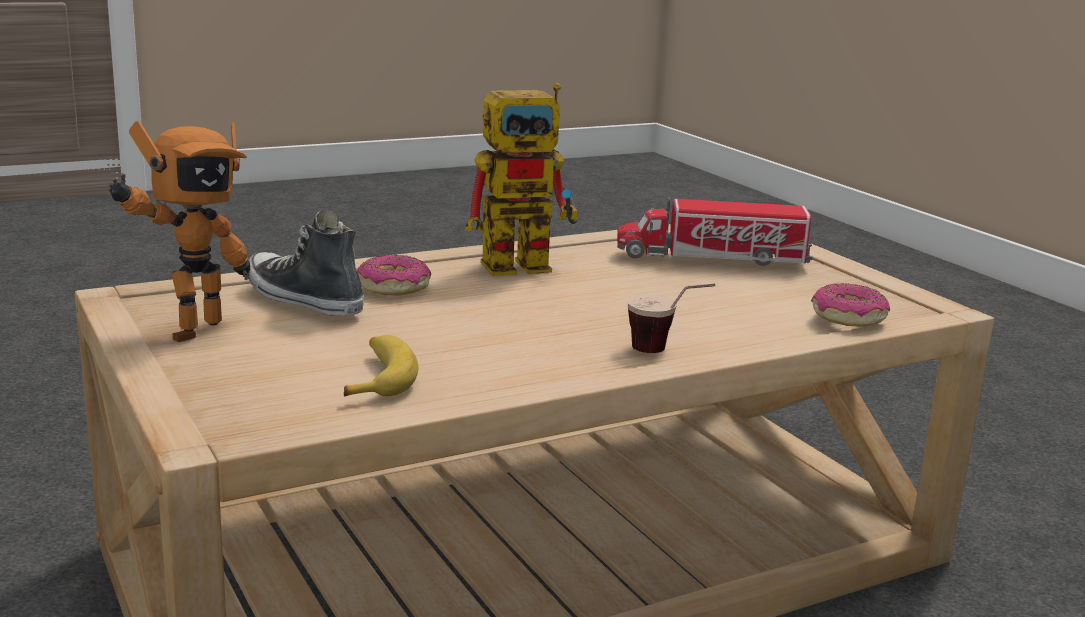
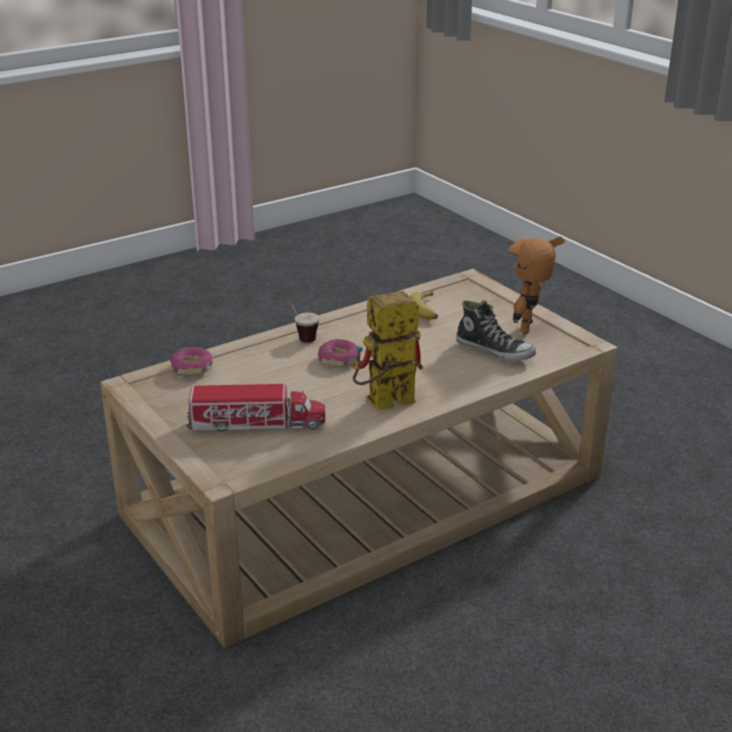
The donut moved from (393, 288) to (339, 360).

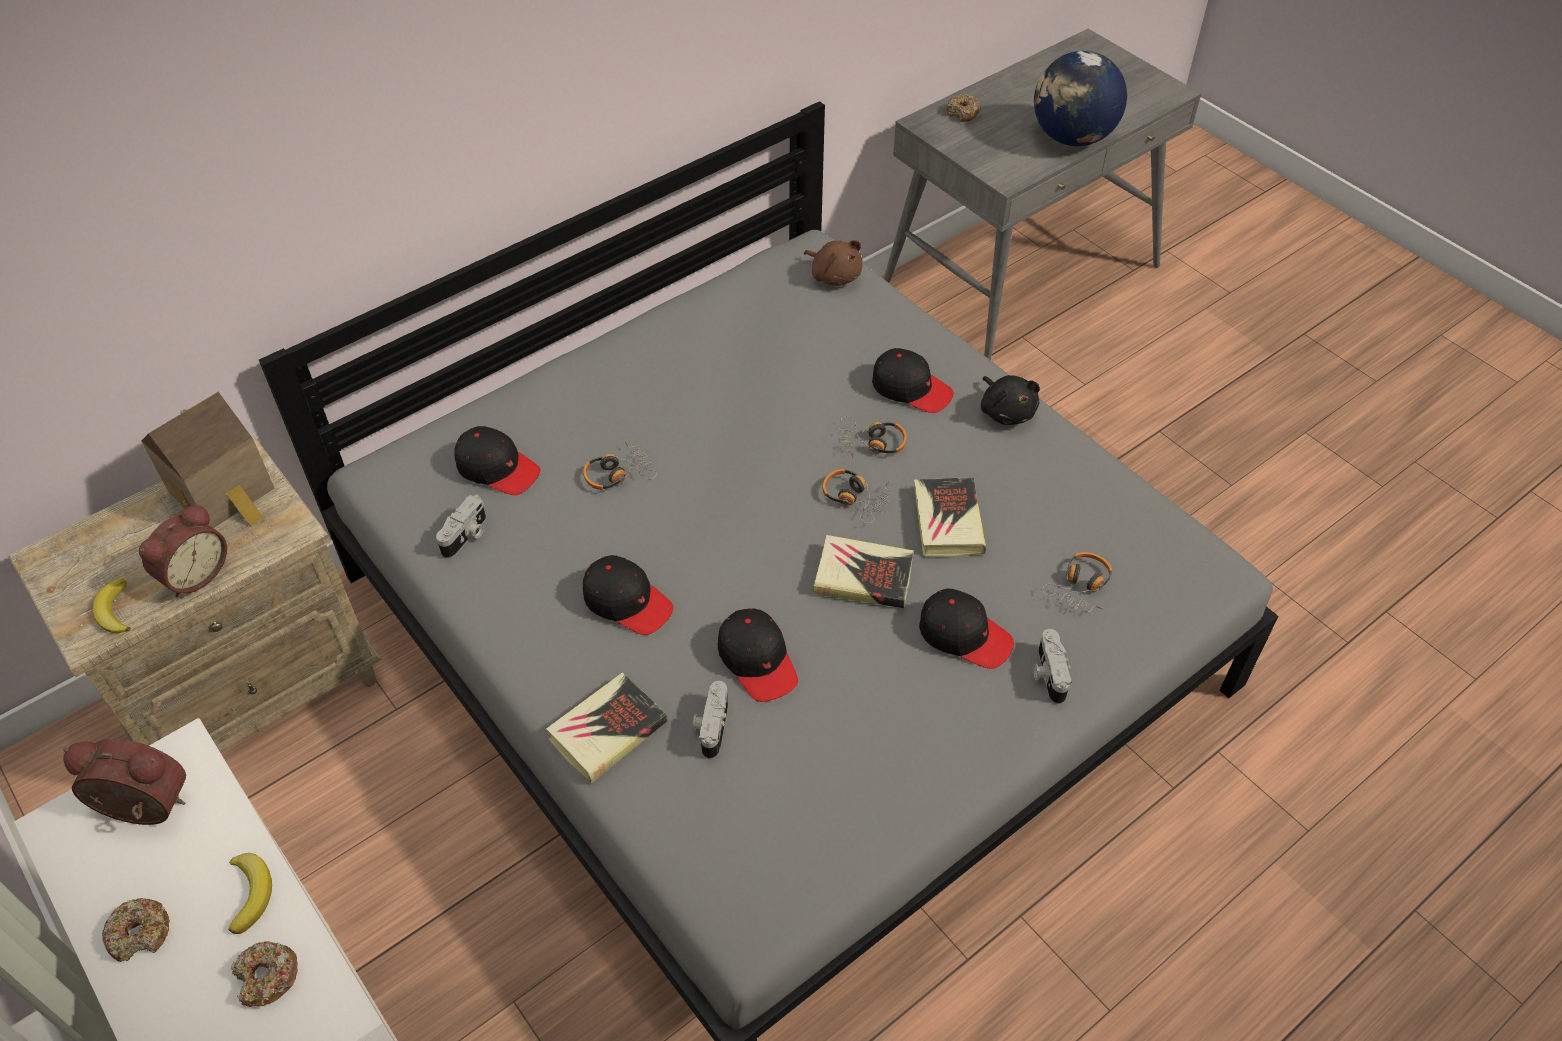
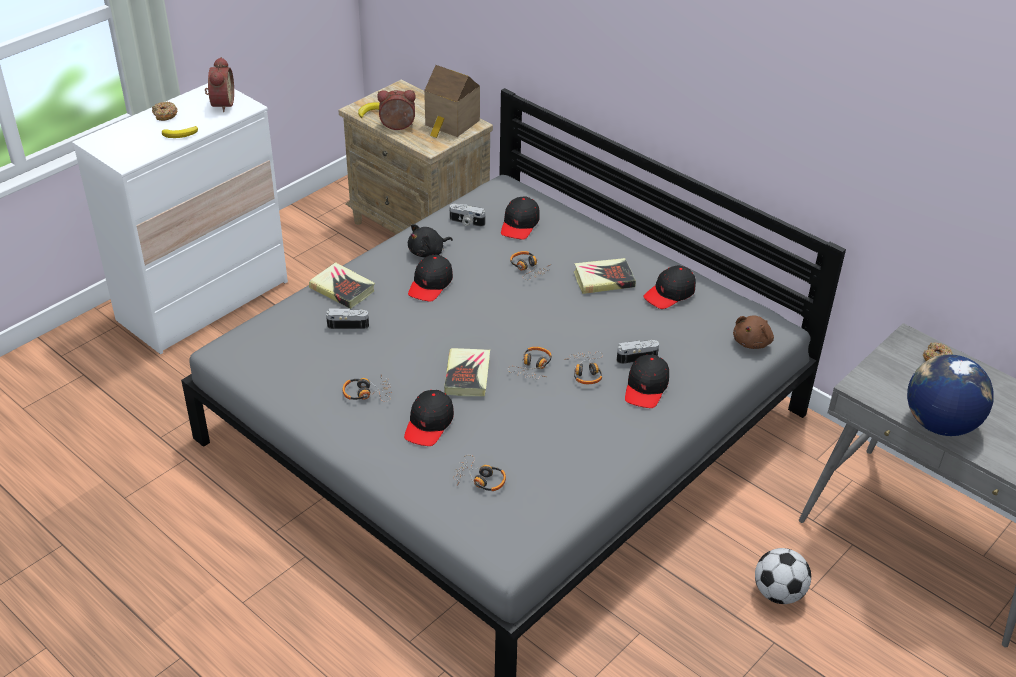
The donut at (267, 978) disappeared. The słuchawki at (367, 393) appeared. The piłka futbolowa at (778, 593) appeared. The czapka z daszkiem (czarny) moved from (758, 660) to (670, 293). The książka moved from (947, 521) to (603, 279). The pluszak (czarny) moved from (1006, 411) to (428, 252). The aparat fotograficzny moved from (1048, 674) to (636, 357). The budzik at (194, 573) turned 150 degrees clockwise.

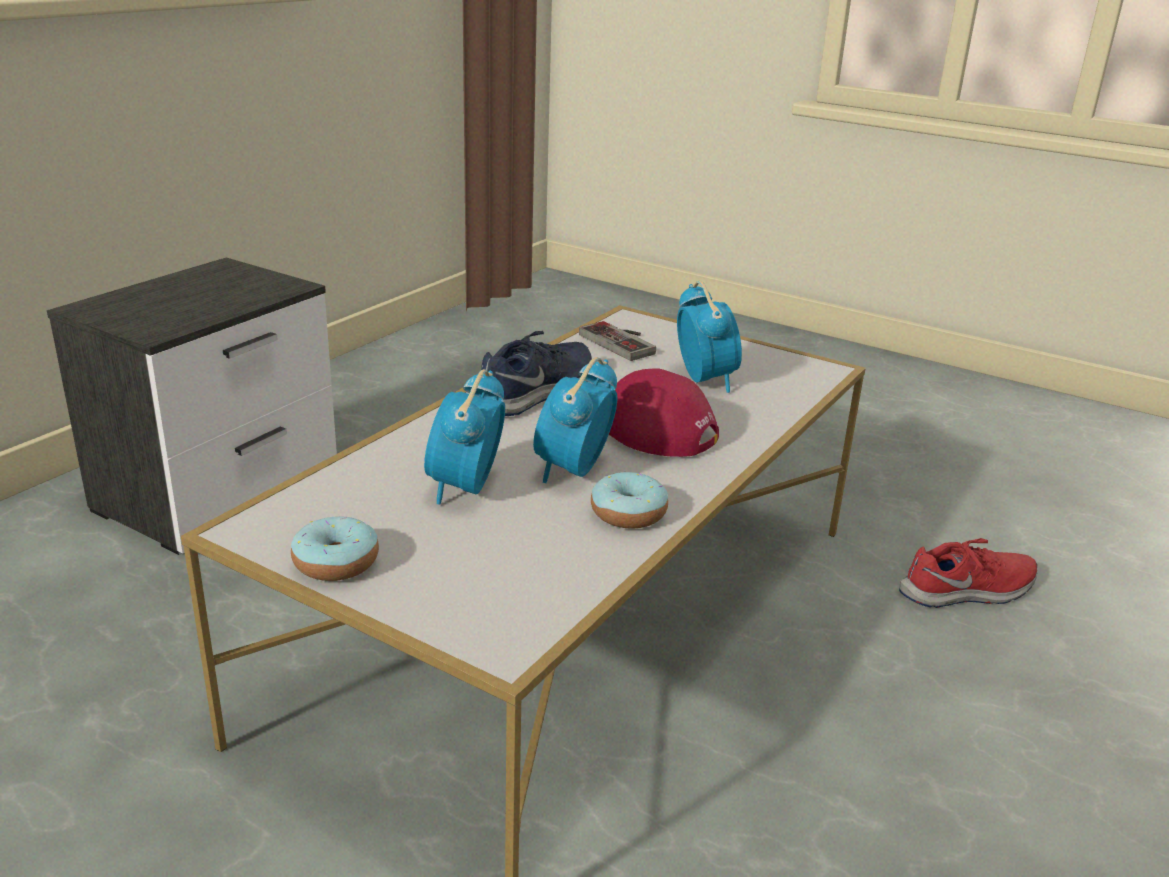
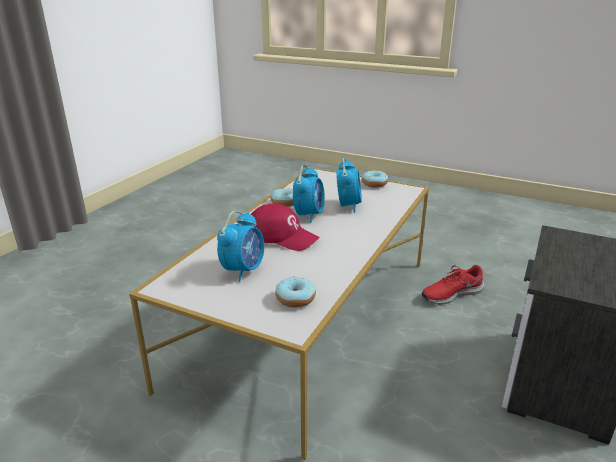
The but (niebieski) at (538, 392) disappeared. The but (czerwony) moved from (969, 591) to (451, 294). The pad do gier at (624, 342) was replaced by the donut at (295, 298). The budzik at (704, 380) turned 135 degrees counterclockwise.

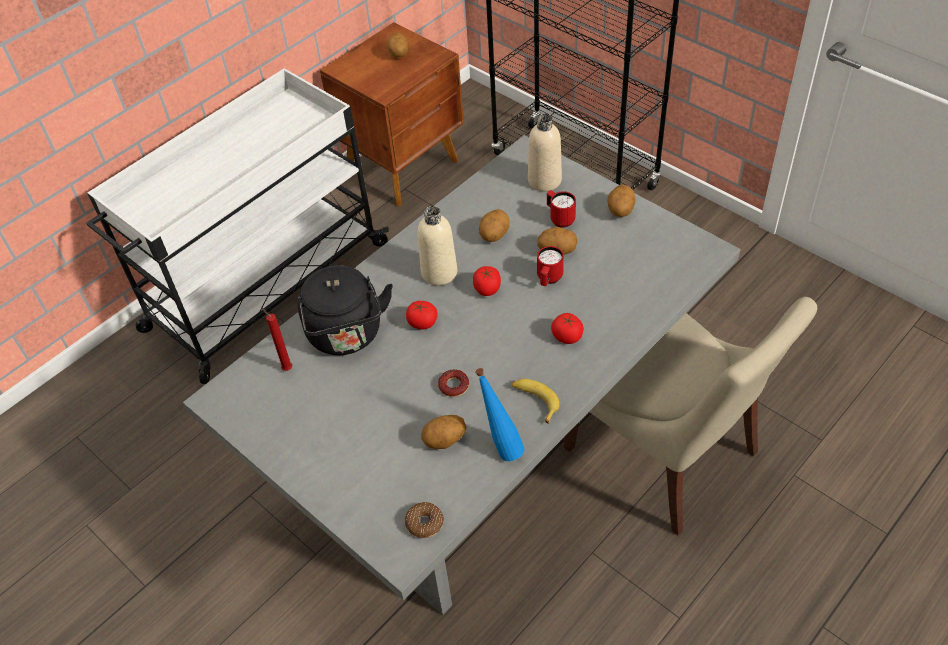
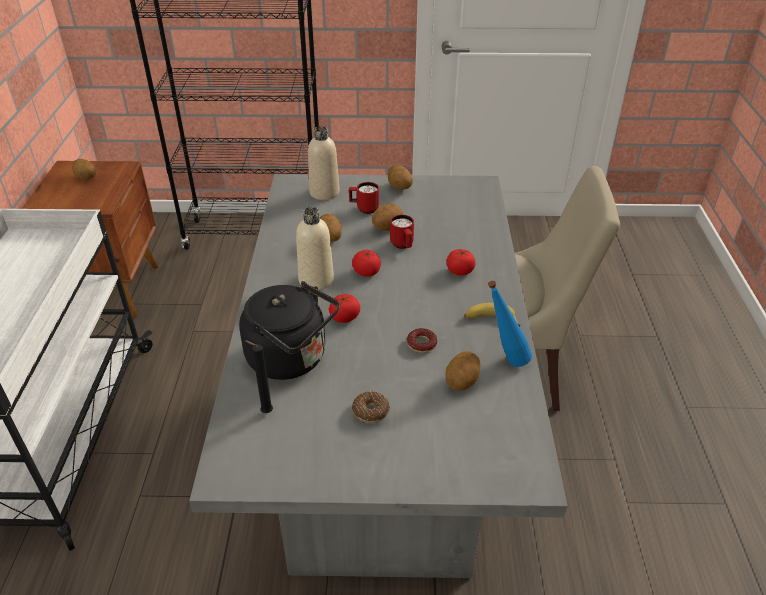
The donut moved from (424, 523) to (371, 411). The świeca (czerwony) at (286, 368) became the świeca (czarny) at (265, 412).

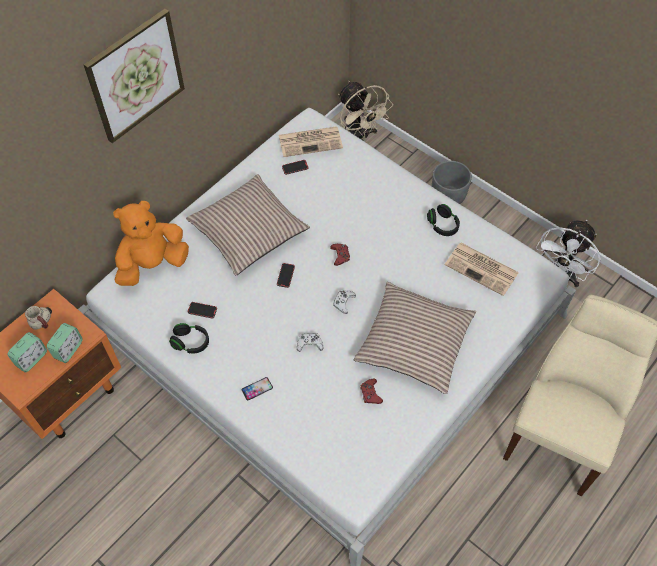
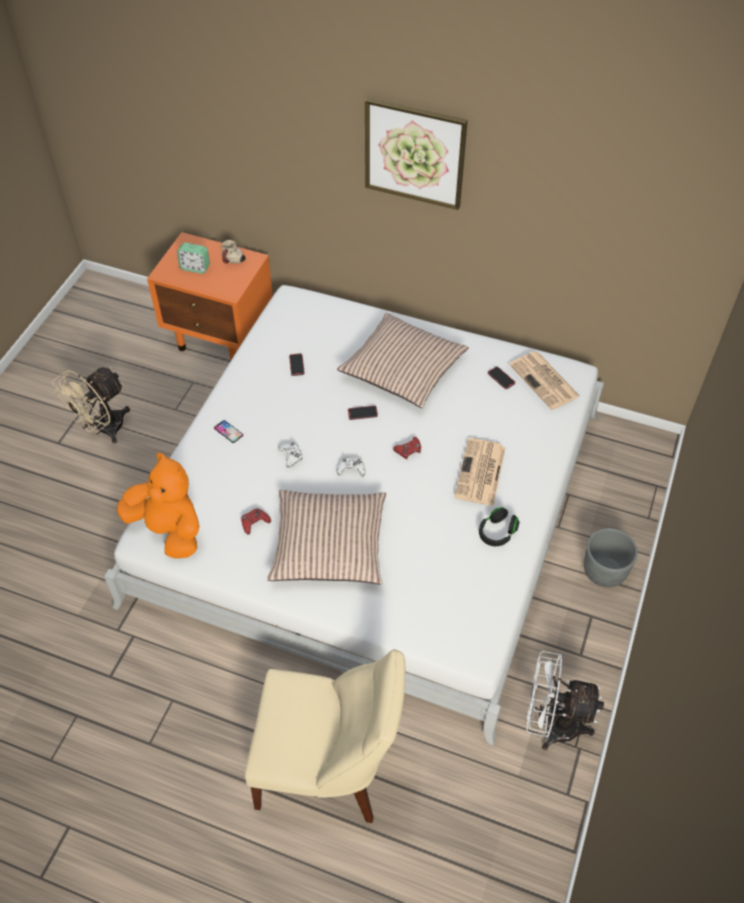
The budzik at (68, 349) disappeared. The słuchawki (czarny) at (191, 342) disappeared. The pluszak (pomarańczowy) moved from (152, 264) to (168, 530). The wentylator (beżowy) moved from (359, 136) to (103, 429). The gazeta moved from (482, 269) to (480, 473).

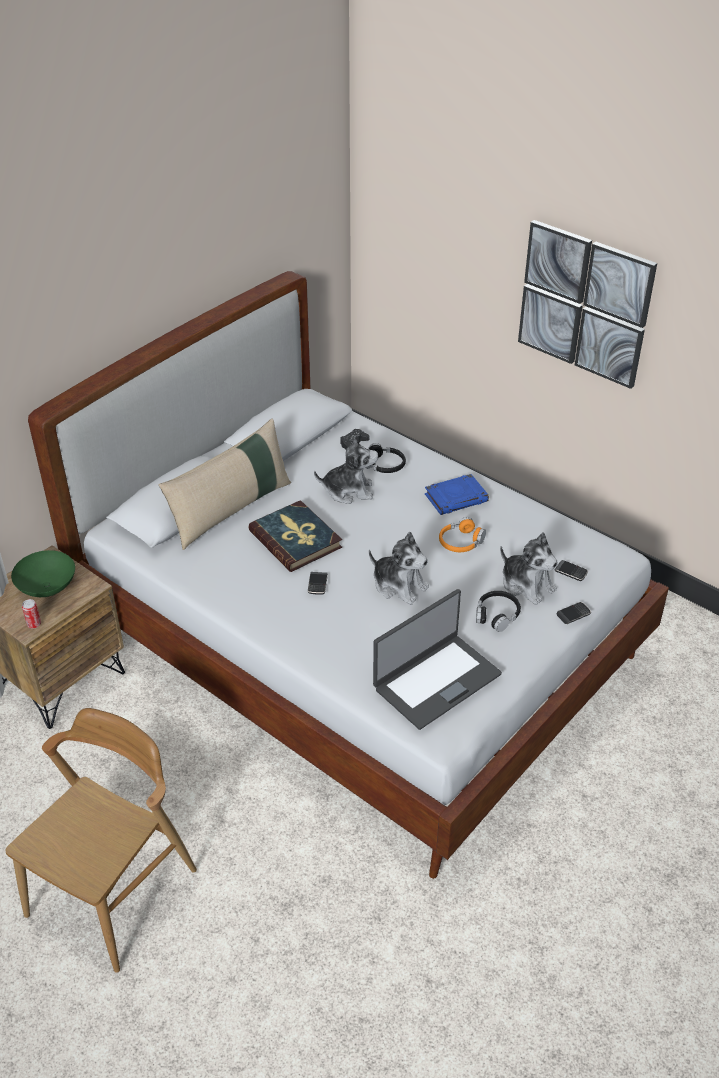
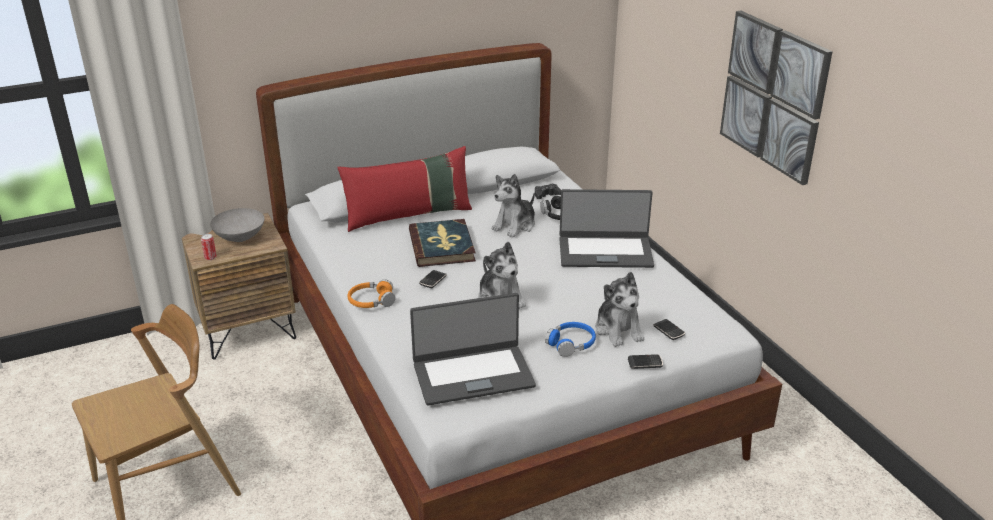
The słuchawki (pomarańczowy) moved from (461, 542) to (371, 301). The książka (niebieski) at (456, 498) was replaced by the laptop at (605, 252). The miska (zielony) at (47, 587) became the miska (szary) at (240, 237). The poduszka (beżowy) at (231, 509) became the poduszka (czerwony) at (409, 215). The słuchawki (czarny) at (497, 615) became the słuchawki (niebieski) at (571, 344). The pluszak at (348, 491) turned 105 degrees clockwise.

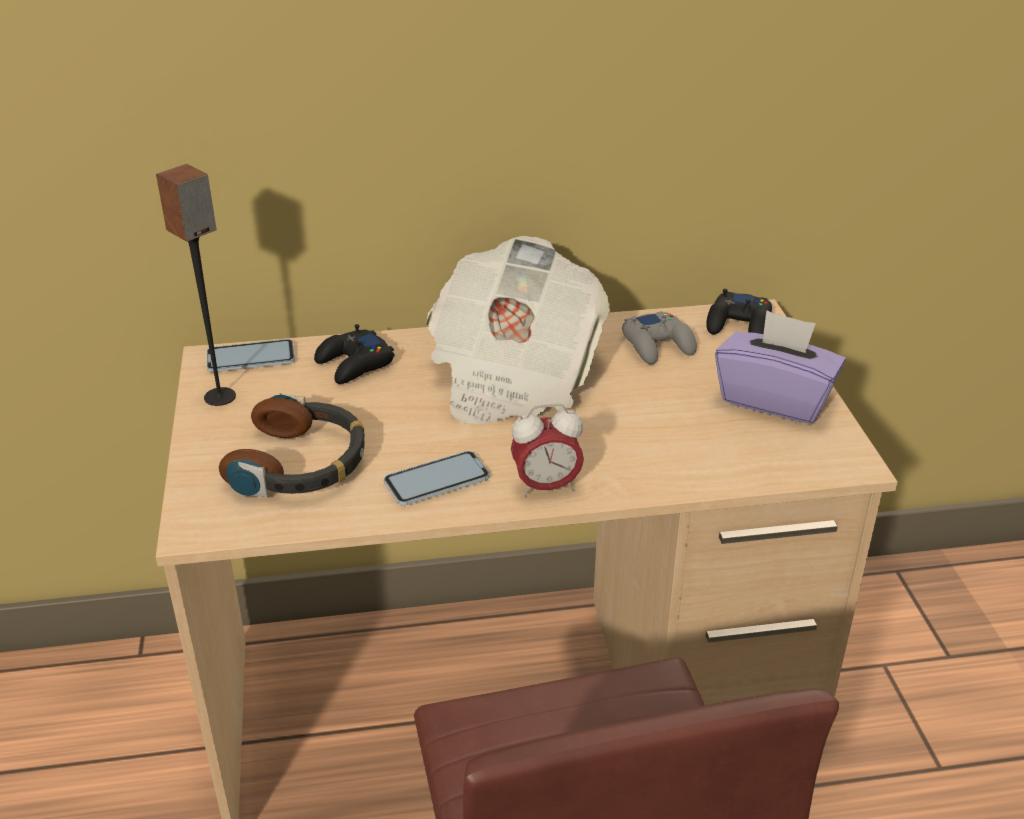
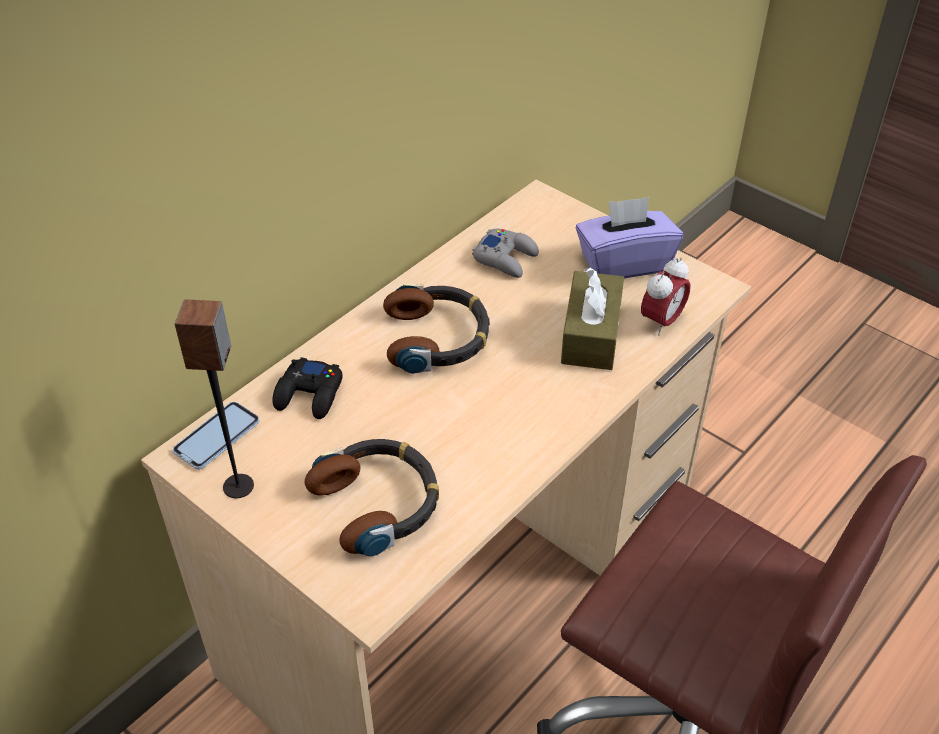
The telefon at (437, 480) disappeared. The pad do gier (czarny) at (739, 324) disappeared. The pudełko chusteczek (brązowy) at (591, 334) appeared. The budzik moved from (546, 487) to (661, 322). The gazeta at (512, 375) was replaced by the słuchawki at (437, 338).

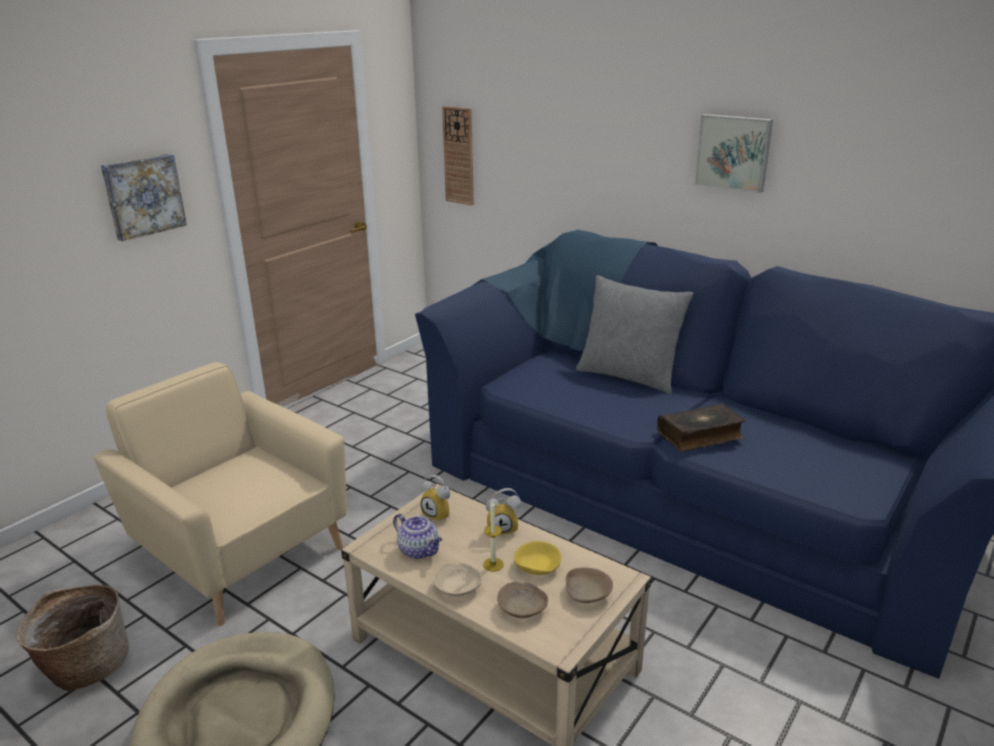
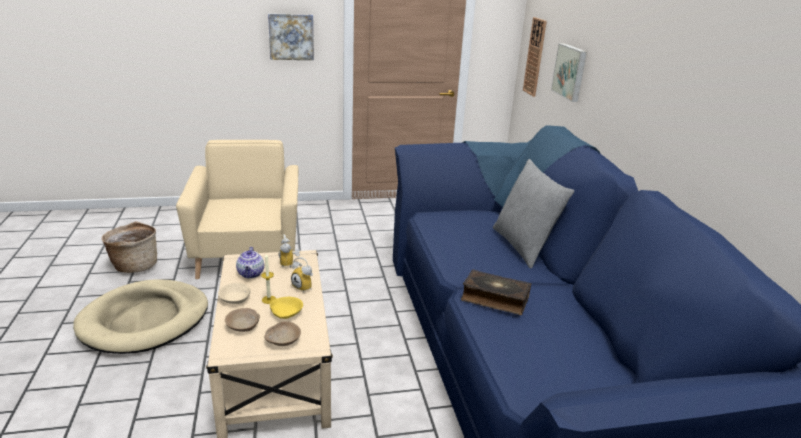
The obraz moved from (734, 152) to (570, 72).

